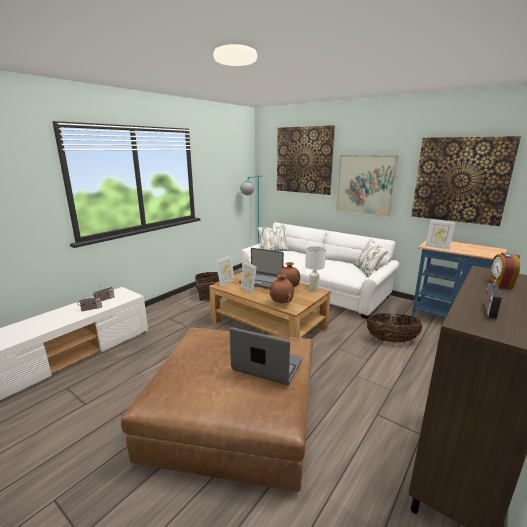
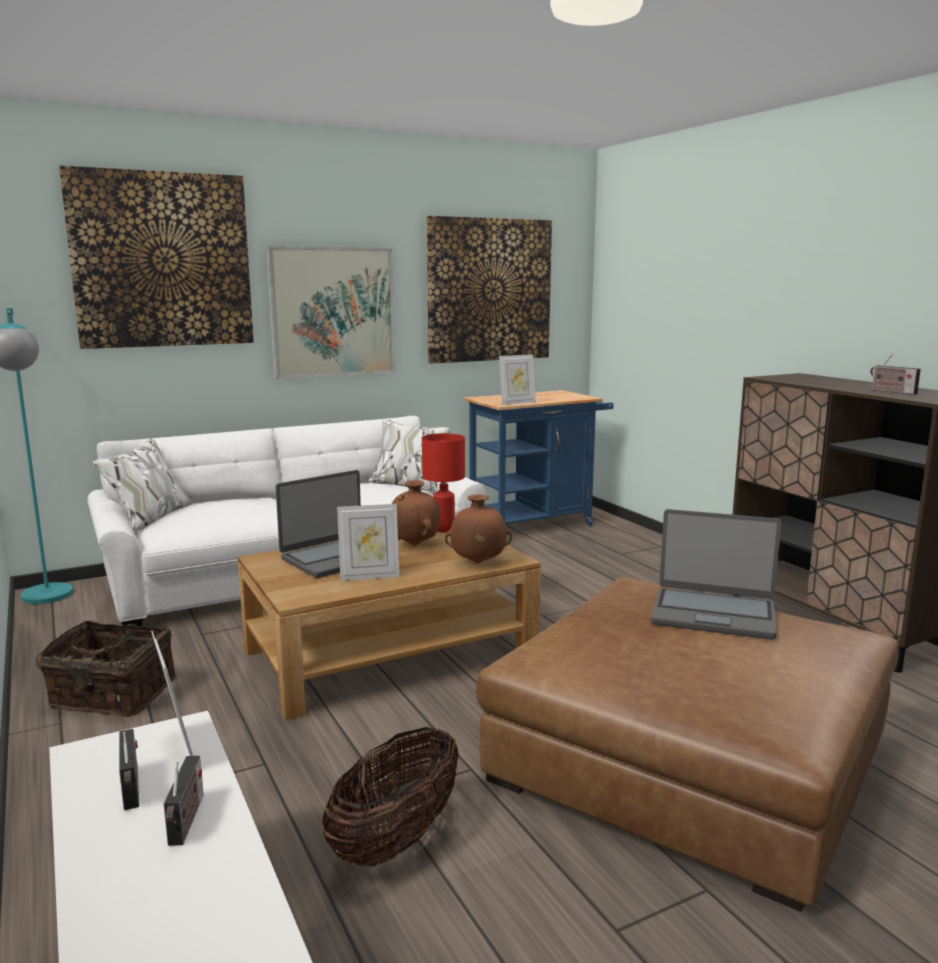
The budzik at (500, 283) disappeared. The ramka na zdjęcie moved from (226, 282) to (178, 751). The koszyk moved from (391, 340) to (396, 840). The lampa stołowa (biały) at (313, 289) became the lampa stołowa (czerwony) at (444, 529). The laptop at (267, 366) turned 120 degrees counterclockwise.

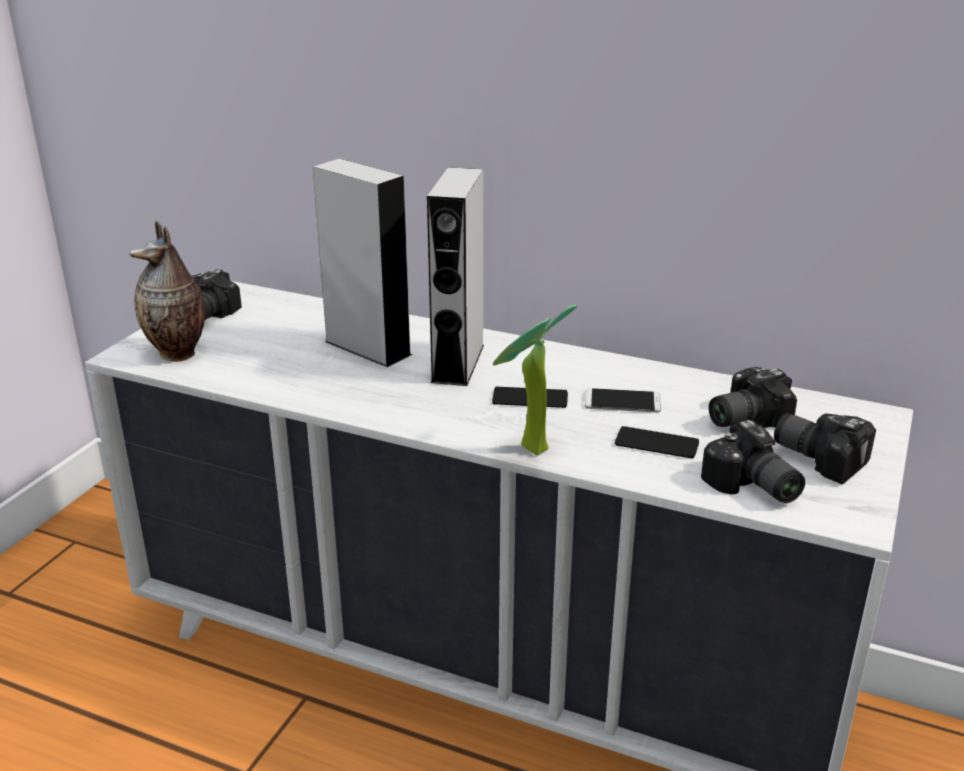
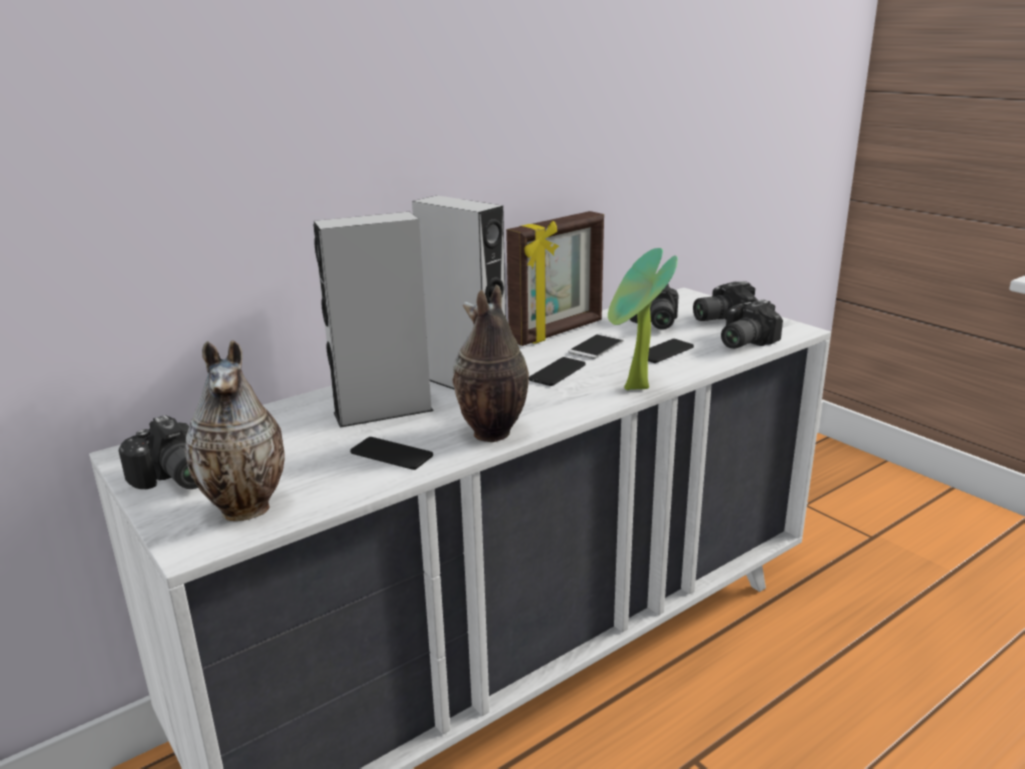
The telefon at (391, 454) appeared. The wazon at (491, 434) appeared. The ramka na zdjęcie at (558, 332) appeared. The aparat fotograficzny at (751, 487) turned 135 degrees clockwise.

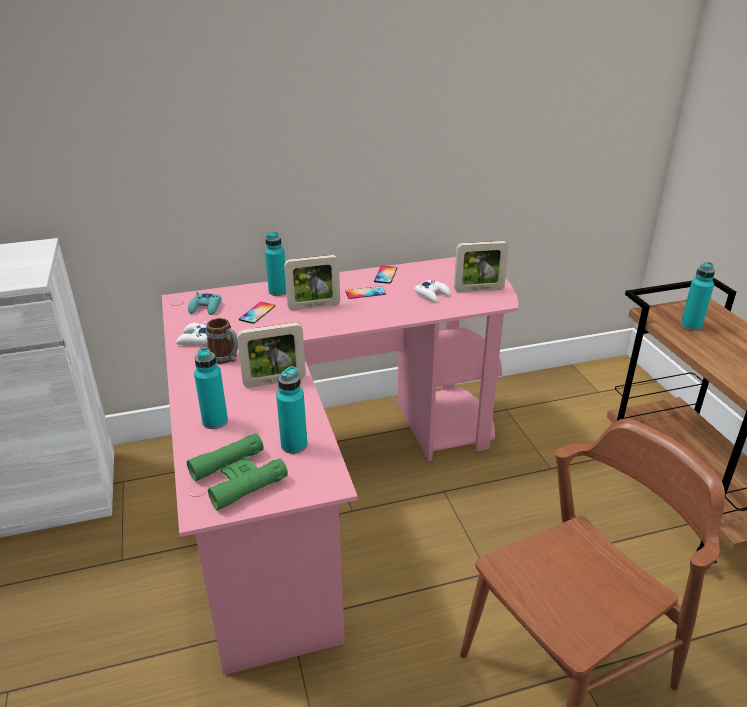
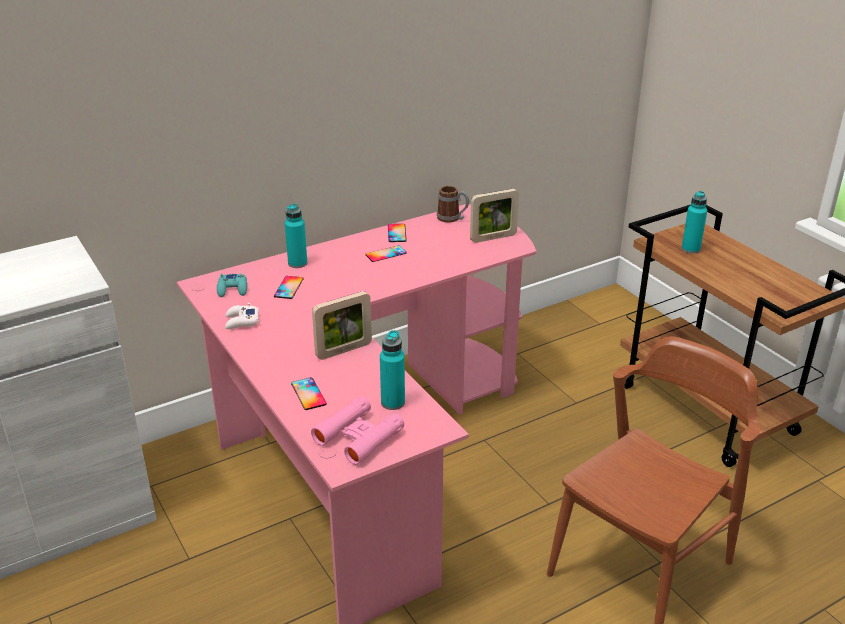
The ramka na zdjęcie at (314, 306) disappeared. The pad do gier (biały) at (432, 294) disappeared. The kubek moved from (226, 359) to (452, 218). The butelka (turkusowy) at (215, 421) was replaced by the telefon at (308, 394). The lornetka (zielony) at (238, 477) became the lornetka (różowy) at (358, 436).

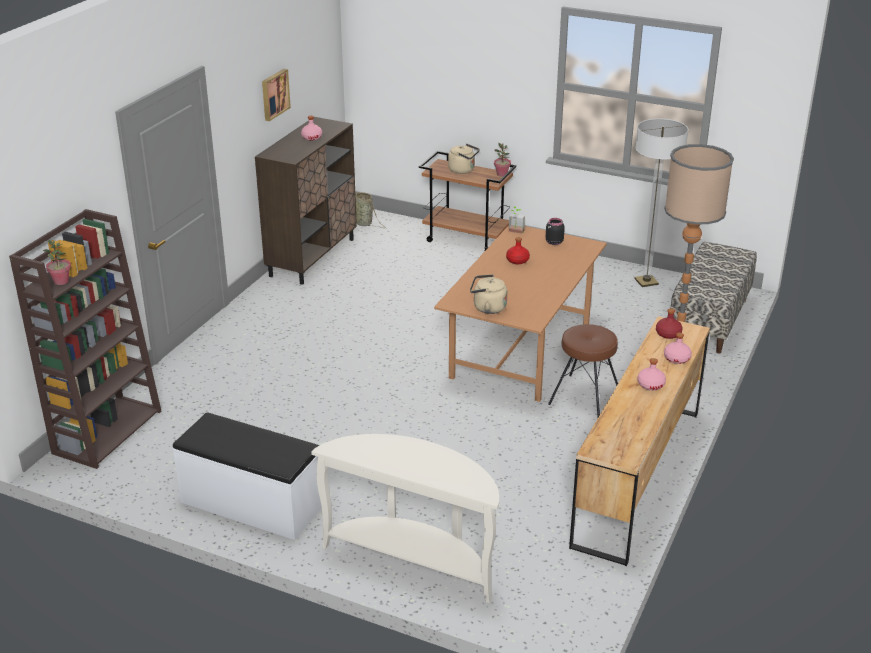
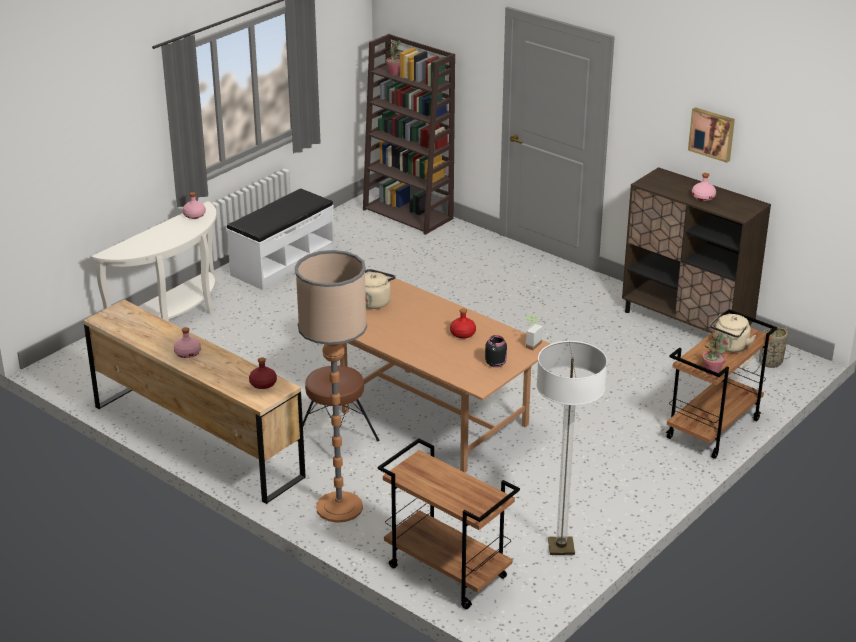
The butelka (różowy) moved from (677, 359) to (194, 215). The ławka at (709, 320) was replaced by the wózek (brązowy) at (445, 572).

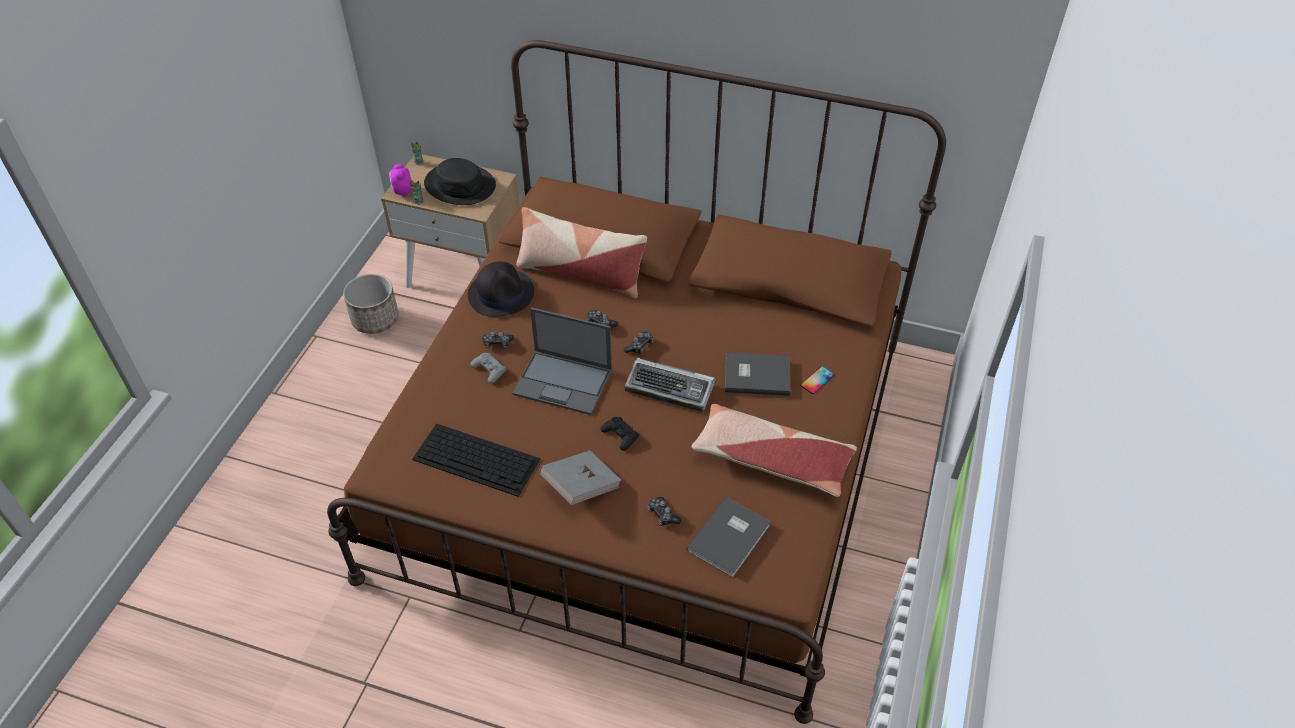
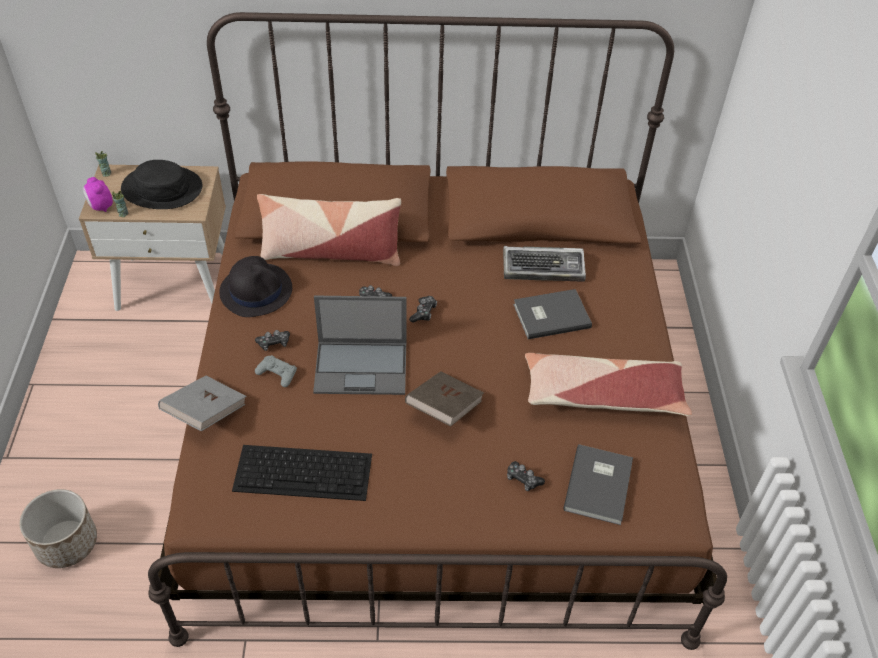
The telefon at (817, 380) disappeared. The donica moved from (375, 319) to (66, 542). The książka (szary) moved from (581, 487) to (205, 413). The klawiatura moved from (671, 388) to (544, 268). The pad do gier (czarny) at (620, 435) was replaced by the książka (brązowy) at (444, 408).

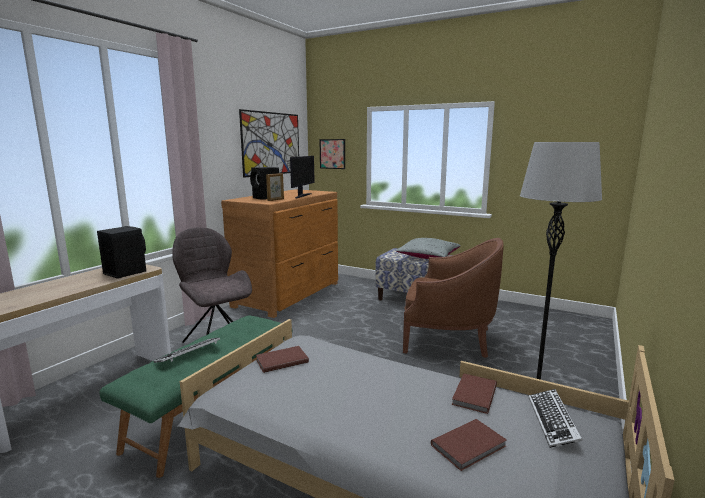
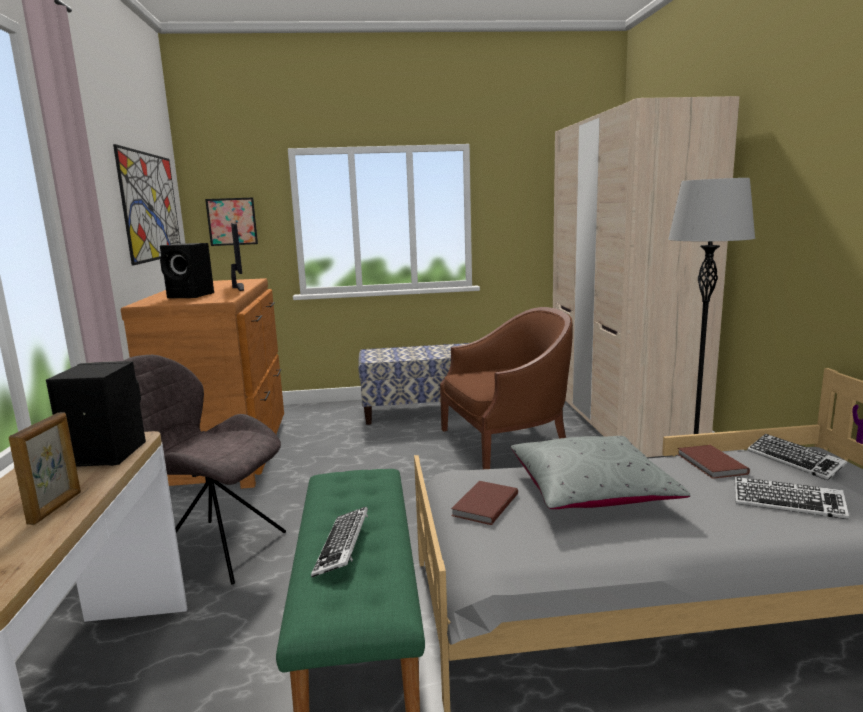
The szafa (beżowy) at (619, 418) appeared. The ramka na zdjęcie moved from (276, 200) to (56, 507). The poduszka (szary) moved from (428, 257) to (590, 491). The książka (brązowy) at (470, 446) was replaced by the klawiatura at (787, 503).

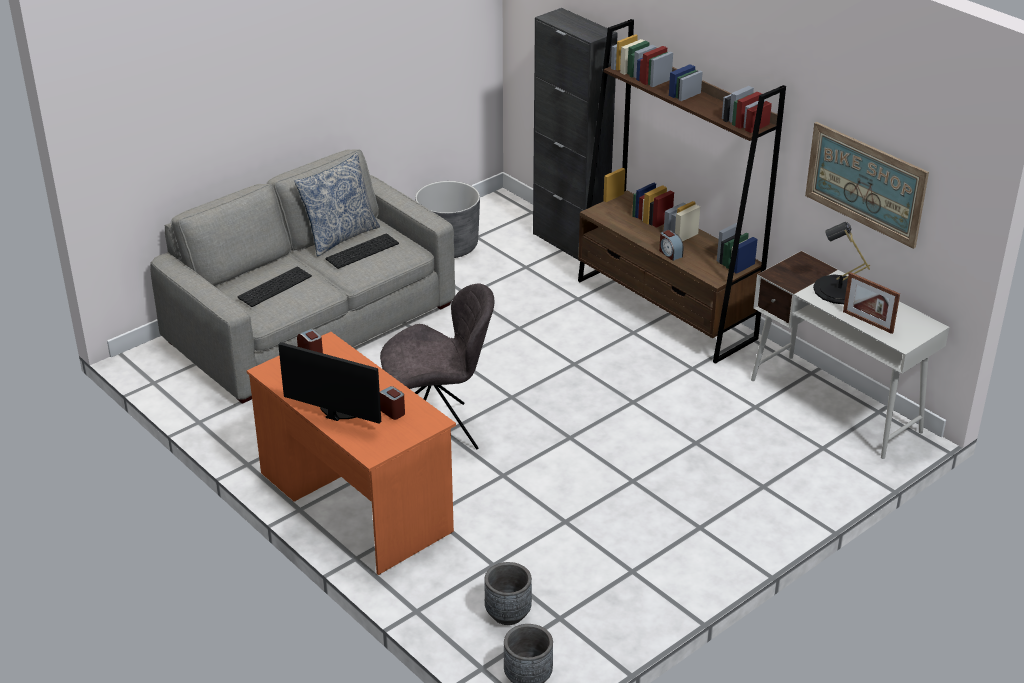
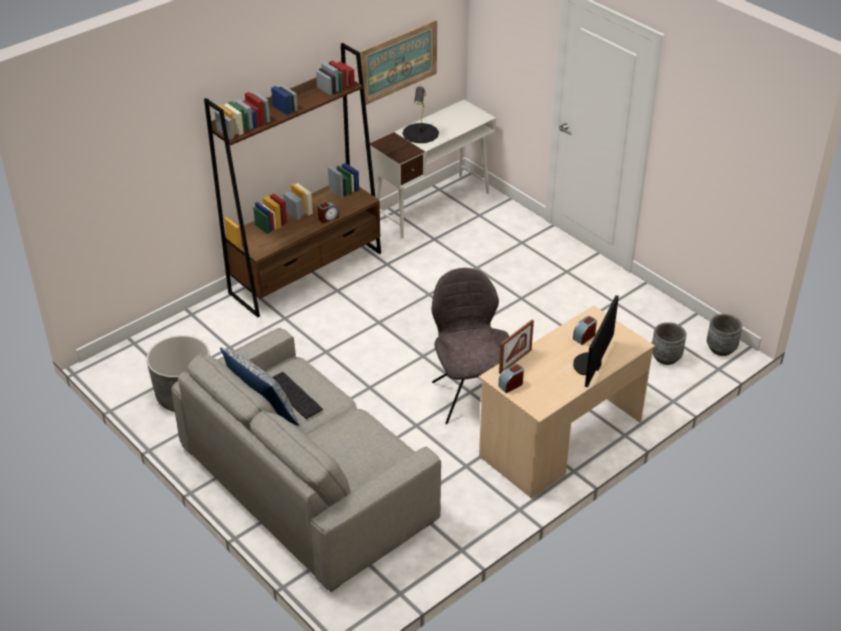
The klawiatura at (274, 286) disappeared. The szafka (czarny) at (570, 243) disappeared. The ramka na zdjęcie moved from (867, 322) to (515, 361). The biurko (pomarańczowy) at (355, 502) became the biurko (beżowy) at (560, 439).

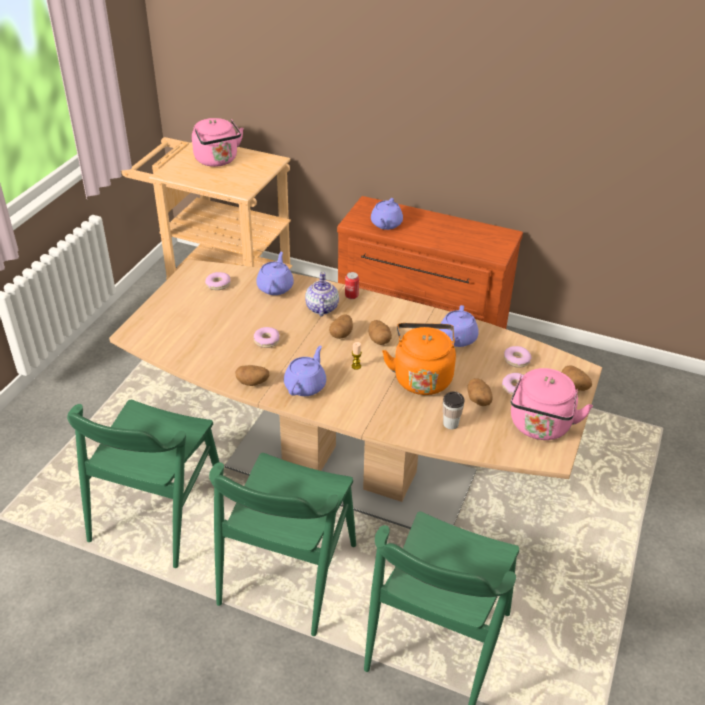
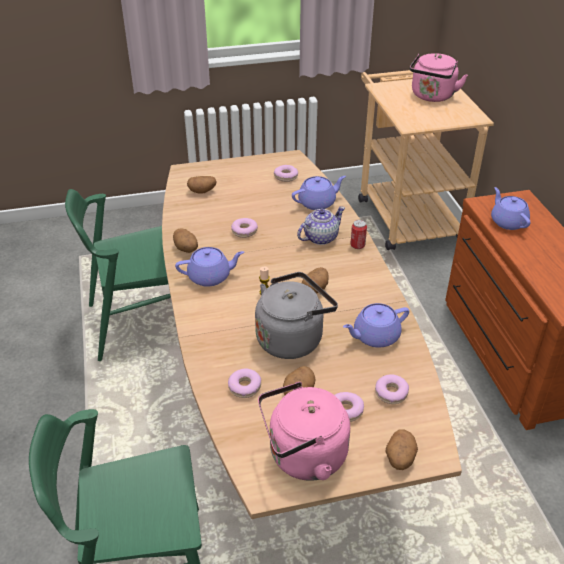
The krzesło (zielony) at (287, 574) disappeared. The ziemniak moved from (341, 334) to (202, 191). The filiżanka at (450, 424) was replaced by the donut at (244, 387). The czajnik (pomarańczowy) at (422, 377) became the czajnik (szary) at (292, 338). The imbryk (fioletowy) at (386, 224) turned 90 degrees clockwise.

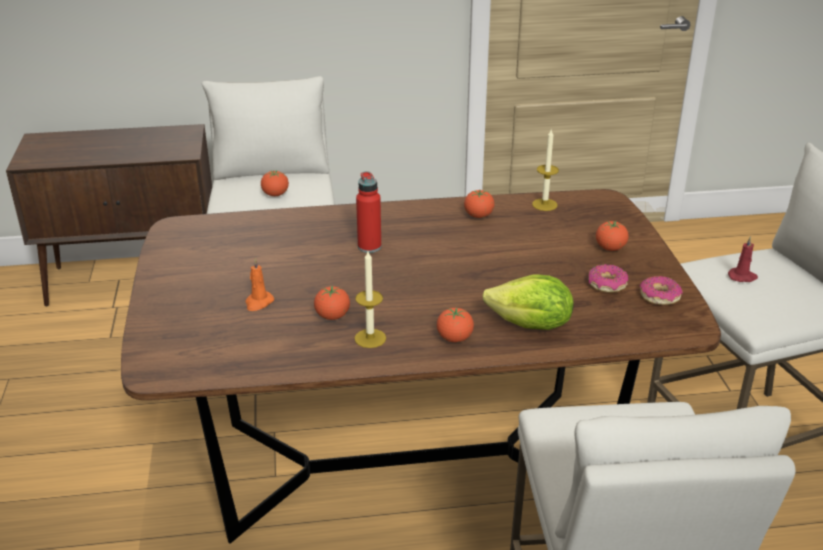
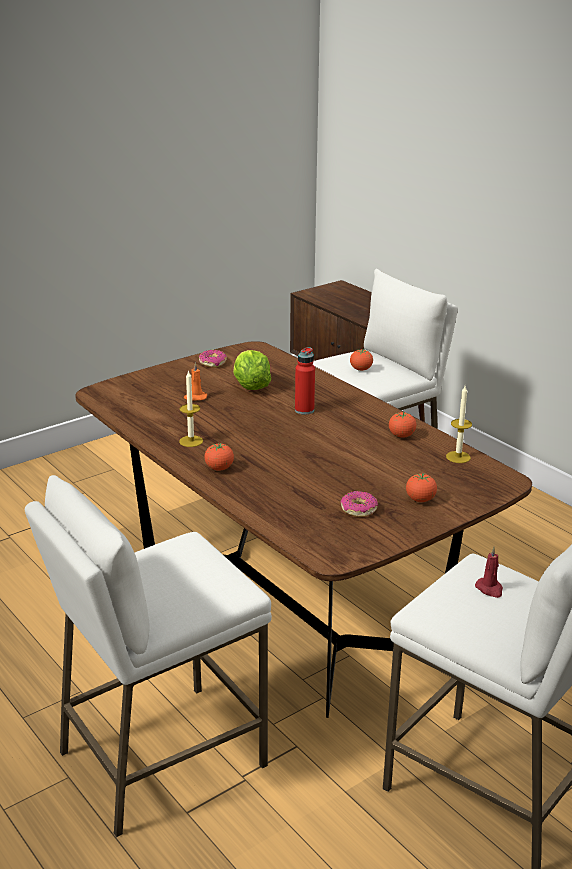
The pomidor at (332, 316) disappeared. The sałata moved from (531, 325) to (250, 386). The donut moved from (659, 297) to (213, 363).

